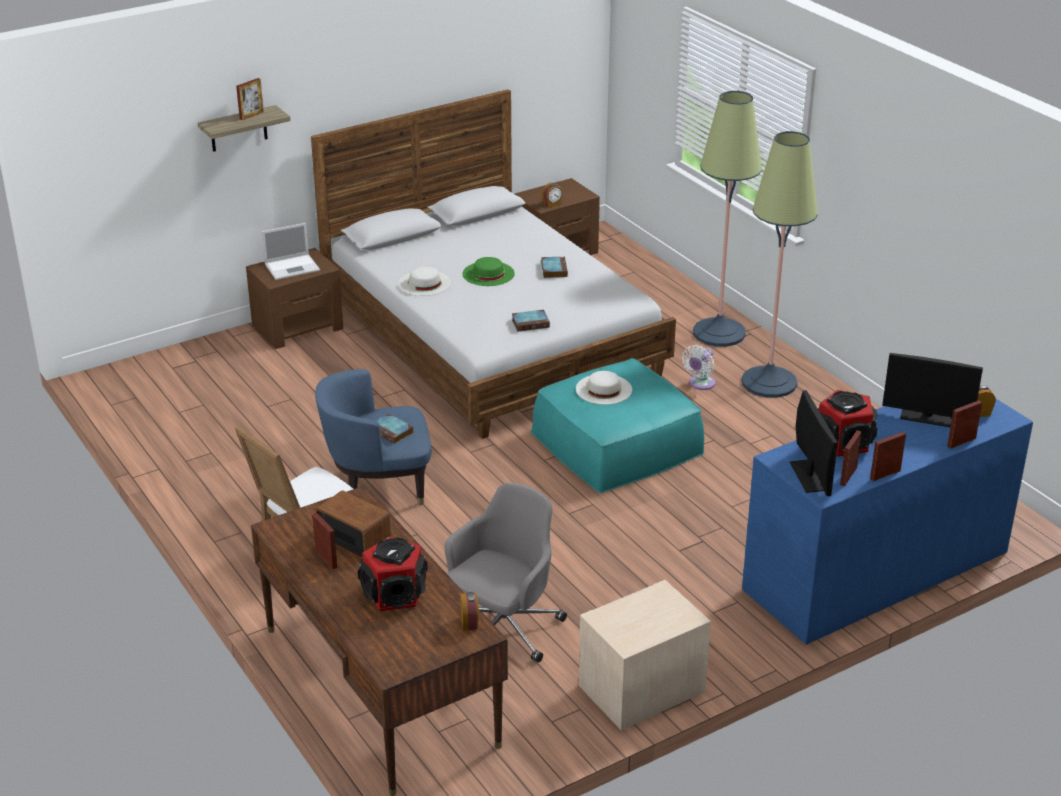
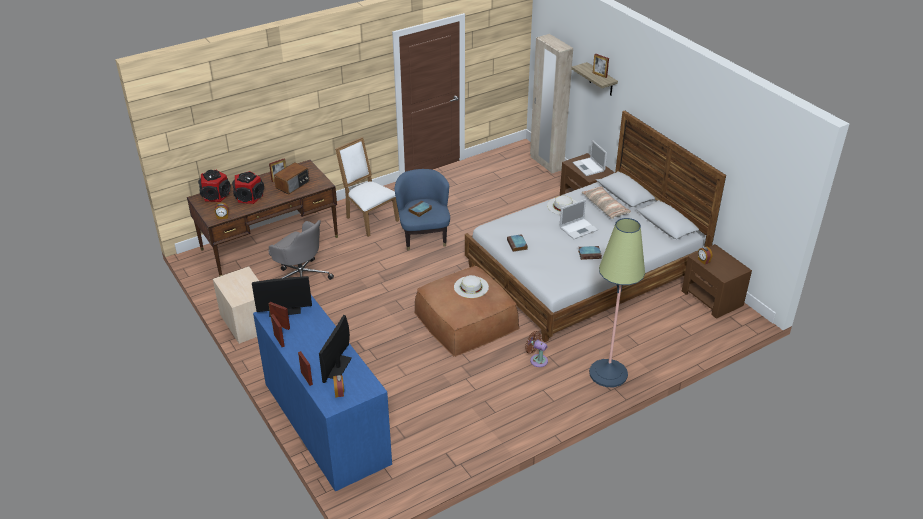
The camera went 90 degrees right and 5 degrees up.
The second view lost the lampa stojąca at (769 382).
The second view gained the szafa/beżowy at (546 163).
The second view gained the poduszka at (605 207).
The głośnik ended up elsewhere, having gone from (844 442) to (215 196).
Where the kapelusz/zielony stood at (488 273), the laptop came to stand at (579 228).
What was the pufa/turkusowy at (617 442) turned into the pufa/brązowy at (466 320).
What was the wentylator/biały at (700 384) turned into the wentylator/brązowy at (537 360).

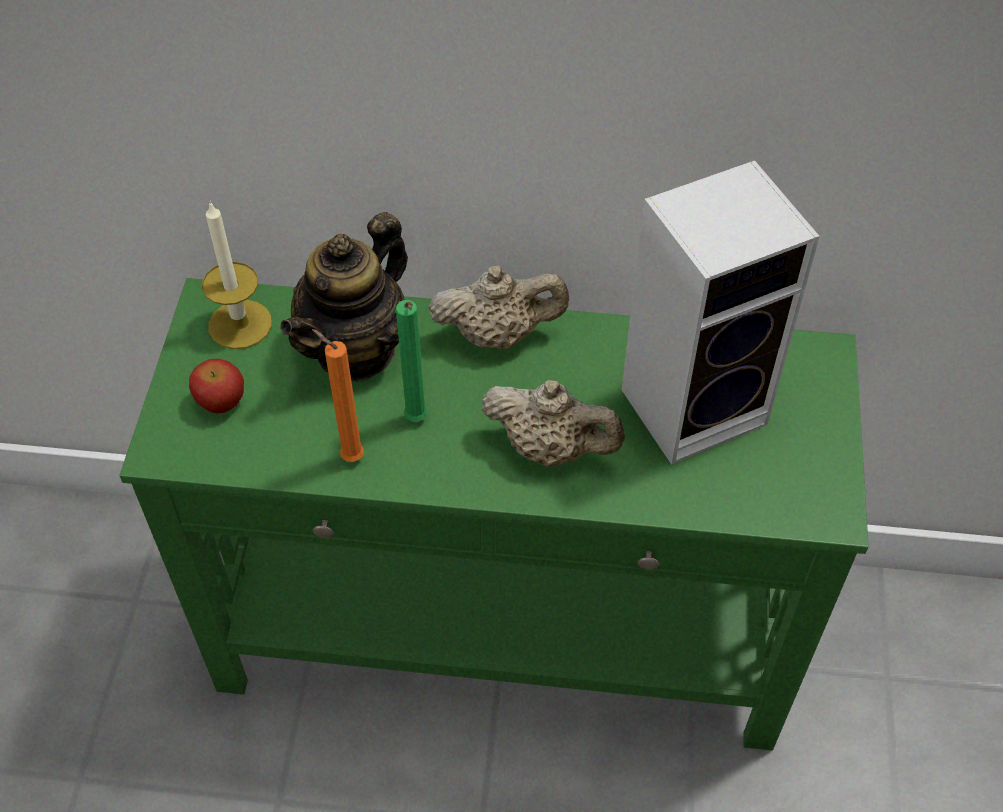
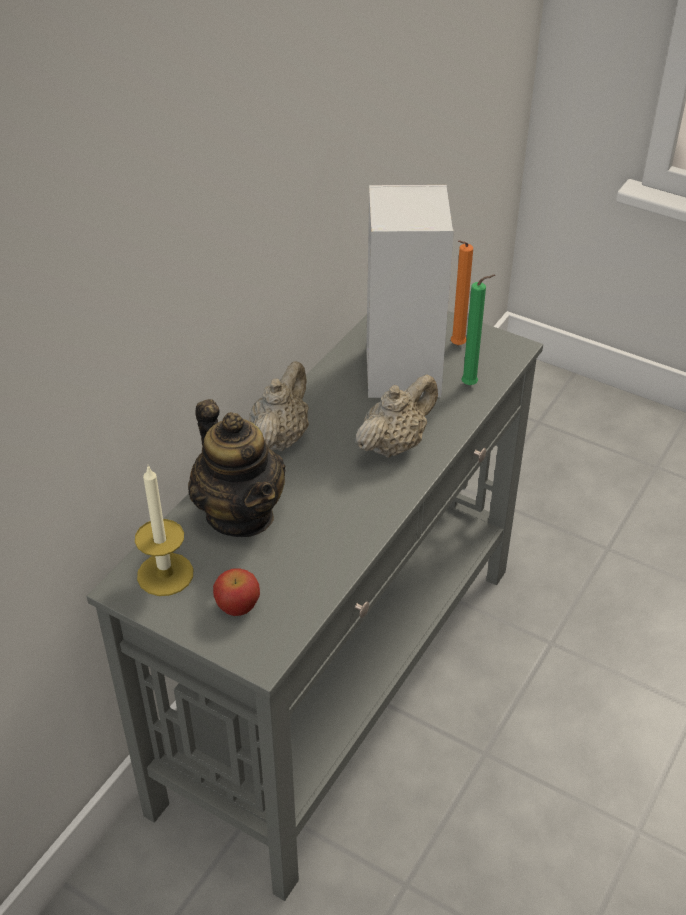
The camera went 65 degrees left and 10 degrees down.
The świeca/pomarańczowy ended up elsewhere, having gone from (349 456) to (456 346).
The świeca/zielony ended up elsewhere, having gone from (416 421) to (472 385).
What was the stolik konsolowy/zielony at (504 634) turned into the stolik konsolowy/szary at (343 682).

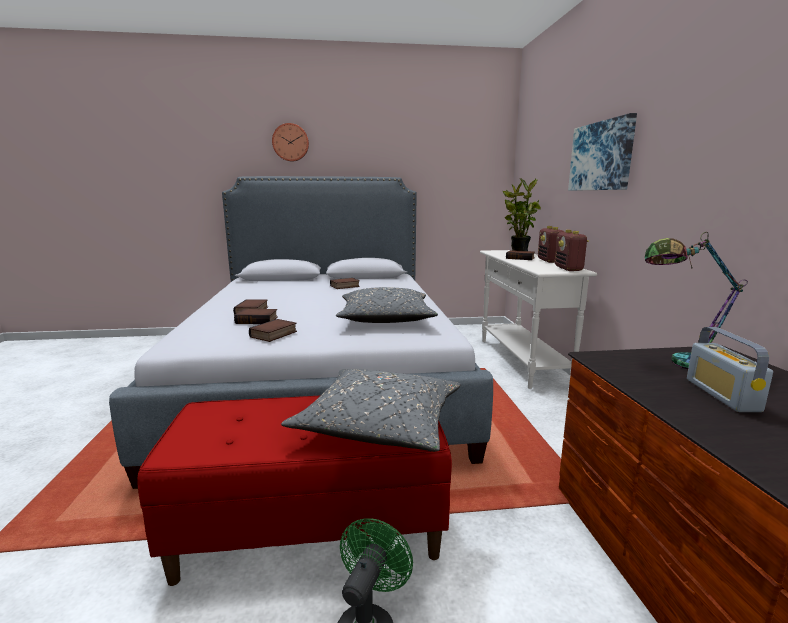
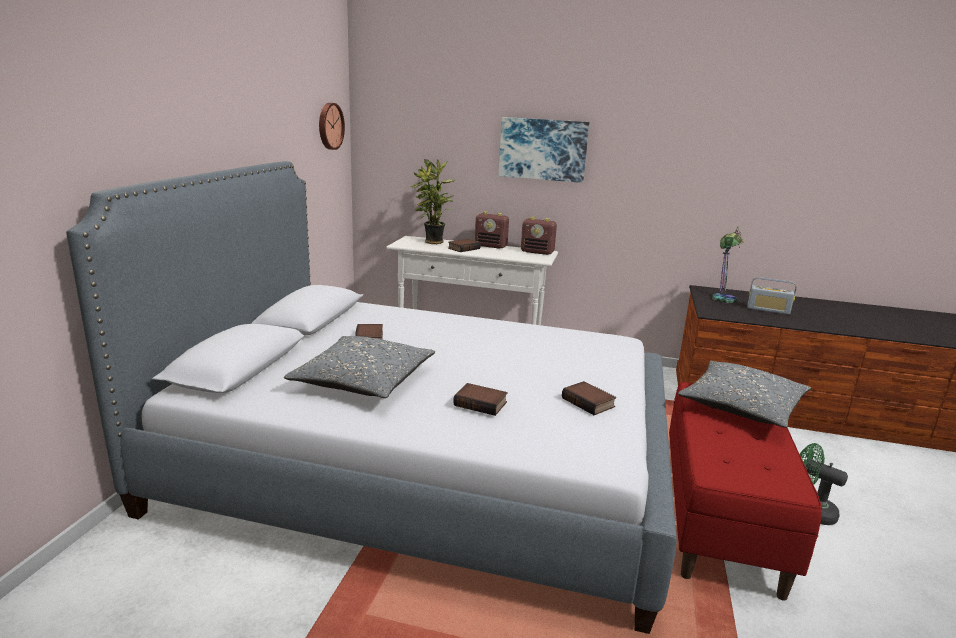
The camera went 70 degrees left and 5 degrees up.
The second view lost the książka at (257 320).
The zegar ścienny ended up elsewhere, having gone from (290 142) to (329 126).
The poduszka/szary ended up elsewhere, having gone from (385 319) to (363 381).

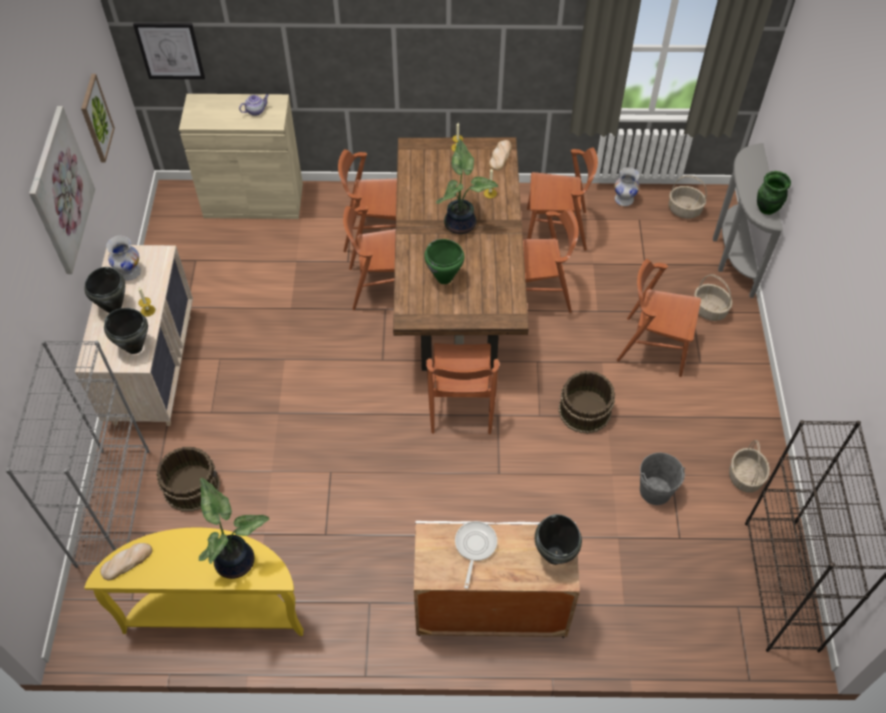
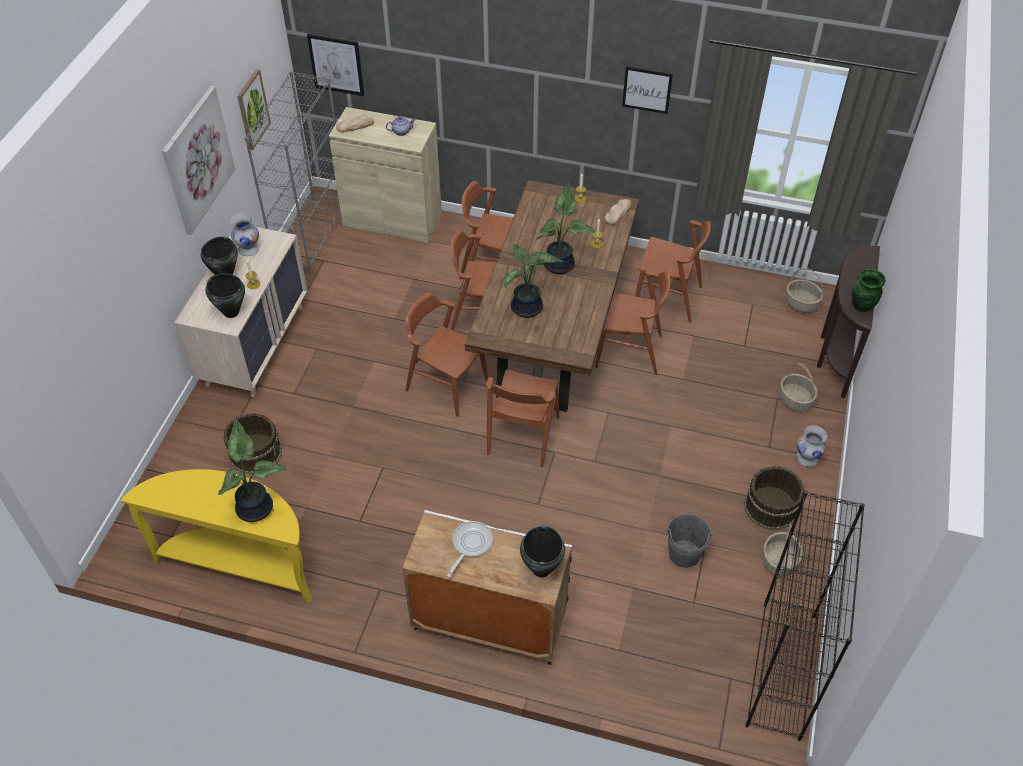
The camera went 15 degrees right and 5 degrees down.
The second view gained the obraz at (647 90).
The regał/szary ended up elsewhere, having gone from (113 506) to (311 233).
The chleb ended up elsewhere, having gone from (127 561) to (355 125).
The wiadro/brązowy ended up elsewhere, having gone from (584 410) to (770 506).
The wazon/biały ended up elsewhere, having gone from (623 199) to (806 458).
The krzesło/brązowy ended up elsewhere, having gone from (653 346) to (446 385).
Where the garnek/zielony stood at (444 278), the roślina doniczkowa came to stand at (527 309).
What was the stolik konsolowy/szary at (731 255) turned into the stolik konsolowy/brązowy at (834 355).

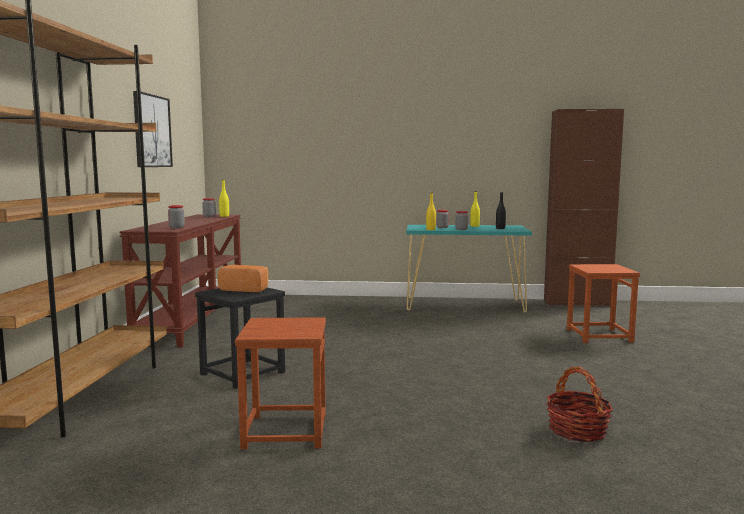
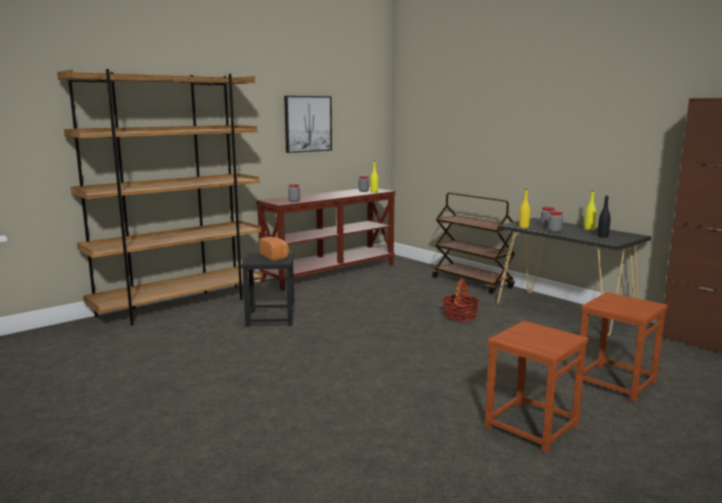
The camera went 45 degrees right and 5 degrees up.
The second view gained the wózek/brązowy at (472 282).
The stołek/brązowy ended up elsewhere, having gone from (284 431) to (531 426).
The koszyk ended up elsewhere, having gone from (577 430) to (460 316).
What was the stolik konsolowy/turkusowy at (465 305) turned into the stolik konsolowy/czarny at (565 312).

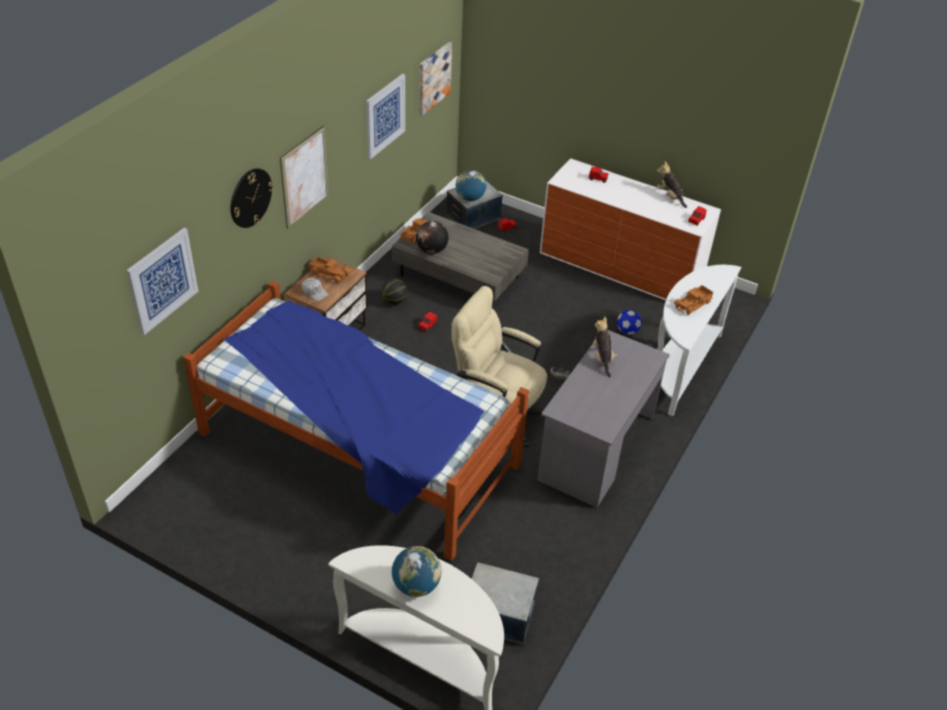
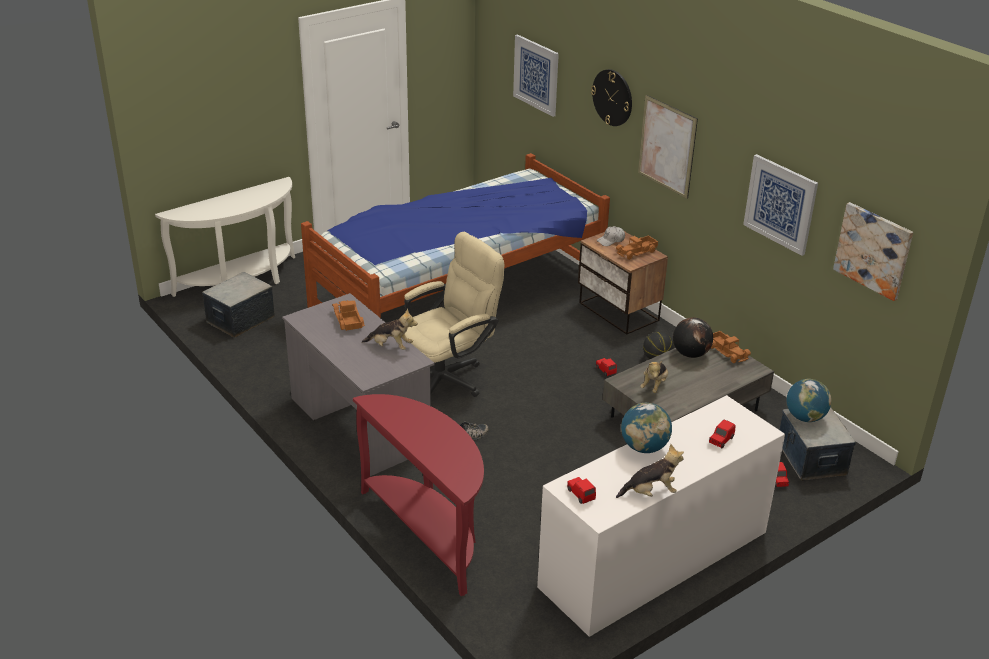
The camera went 115 degrees right and 10 degrees down.
The second view lost the piłka futbolowa at (627 331).
The second view gained the pluszak at (654 385).
The globus ended up elsewhere, having gone from (416 585) to (644 447).
The ciężarówka zabawkowa ended up elsewhere, having gone from (693 304) to (347 320).
What was the stolik konsolowy/biały at (680 368) turned into the stolik konsolowy/czerwony at (429 532).

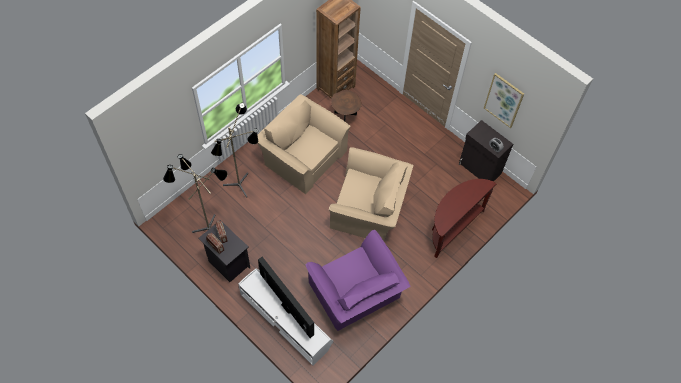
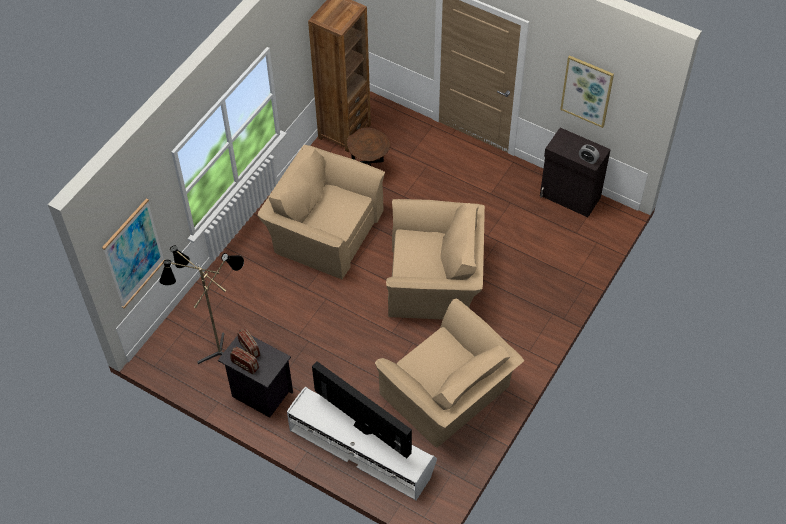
The camera went 10 degrees left and 5 degrees down.
The second view lost the lampa stojąca at (242 186).
The second view lost the stolik konsolowy/brązowy at (452 227).
The second view gained the obraz at (134 254).
What was the fotel/fioletowy at (356 294) turned into the fotel/beżowy at (449 395).

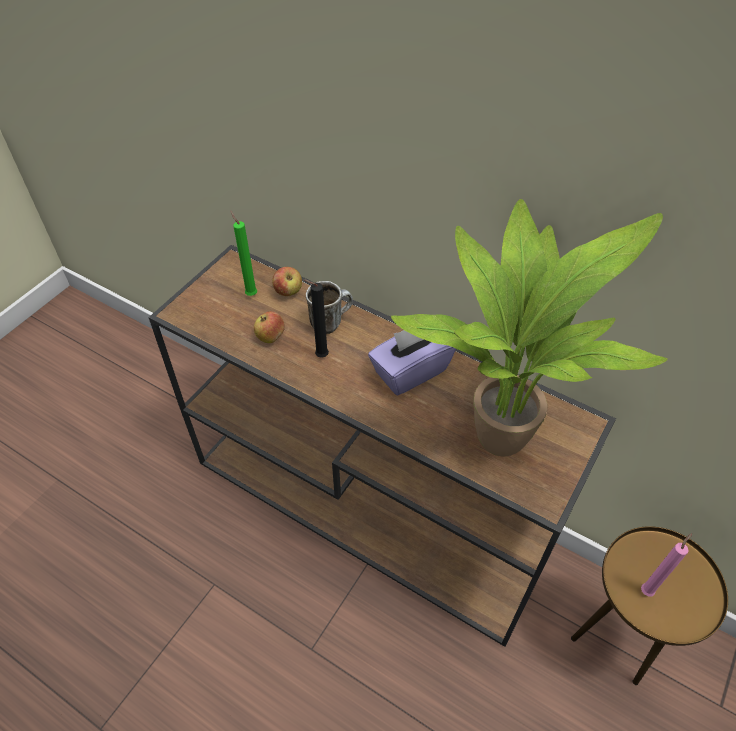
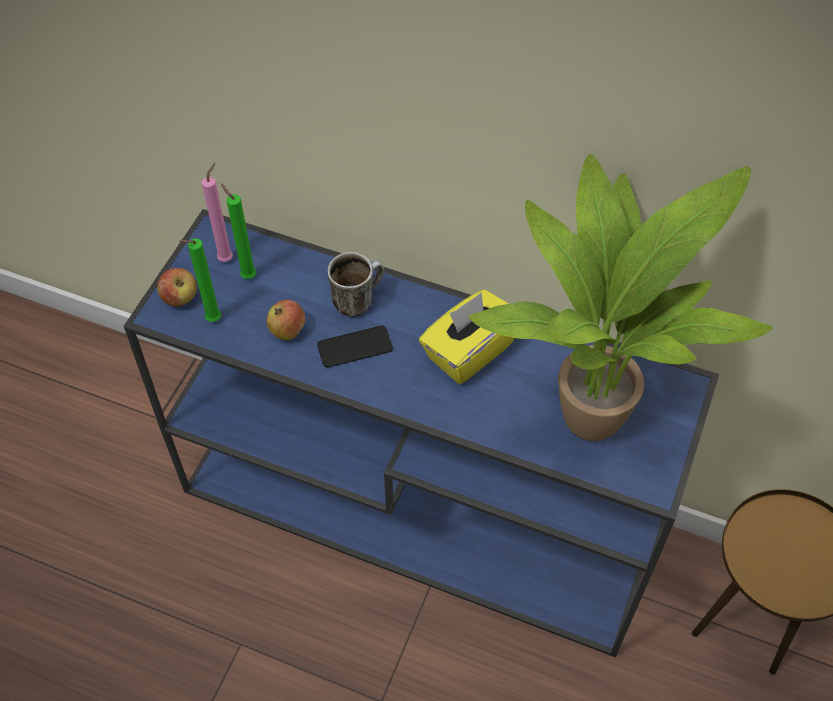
The camera went 10 degrees left and 5 degrees up.
The second view gained the świeca/zielony at (211 320).
The jabłko ended up elsewhere, having gone from (288 291) to (180 298).
The świeca/różowy ended up elsewhere, having gone from (647 590) to (227 258).
Where the świeca/czarny stood at (319 356), the telefon came to stand at (355 347).
What was the stolik konsolowy/brązowy at (371 507) turned into the stolik konsolowy/niebieski at (421 513).
What was the pudełko chusteczek/fioletowy at (410 371) turned into the pudełko chusteczek/żółty at (469 351).

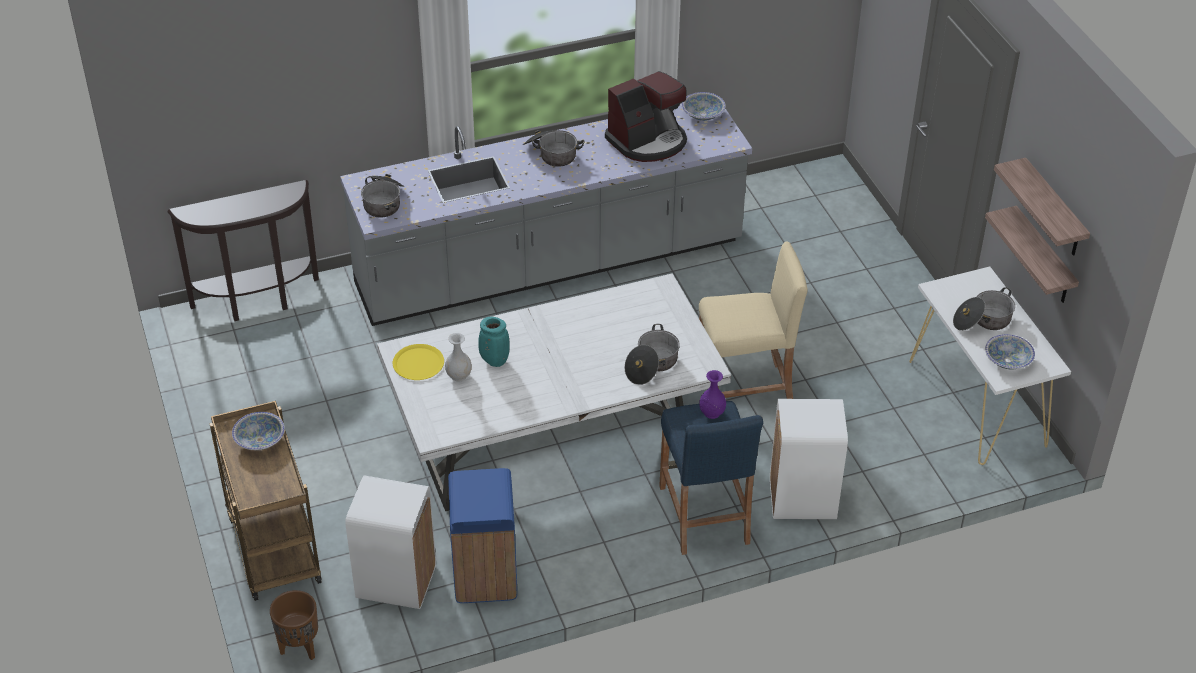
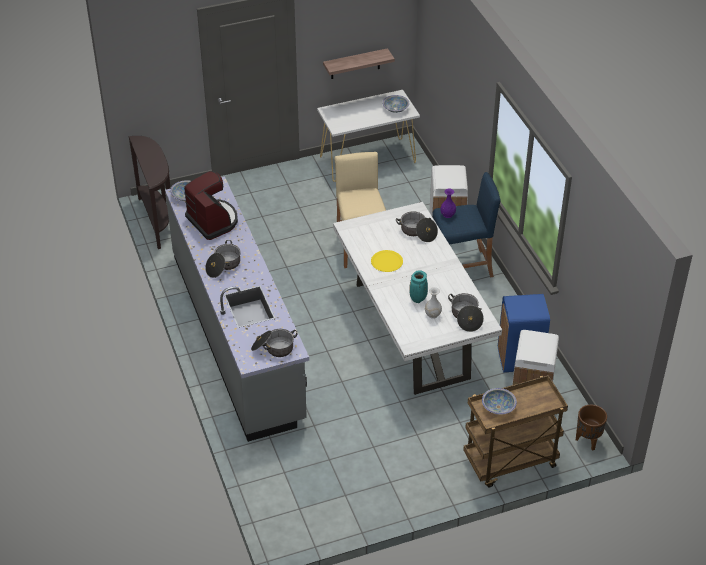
The camera went 90 degrees left and 0 degrees up.
The second view lost the półka at (1053 210).
The stolik konsolowy/brązowy ended up elsewhere, having gone from (258 302) to (158 220).
The talerz/żółty ended up elsewhere, having gone from (418 363) to (387 262).
The garnek ended up elsewhere, having gone from (982 321) to (465 317).

